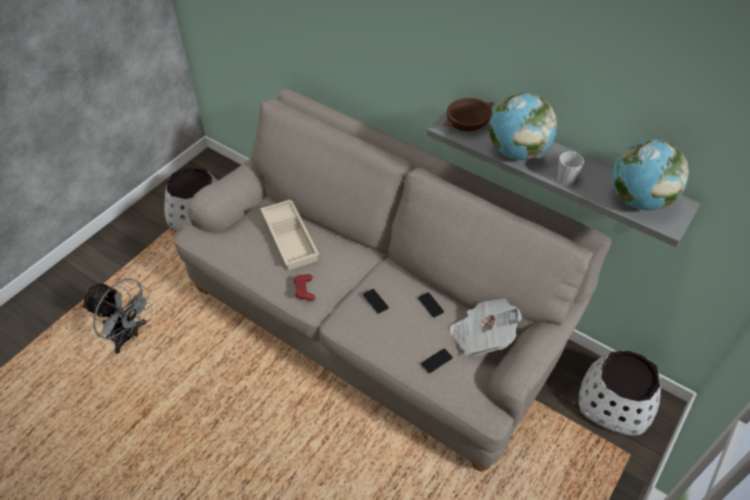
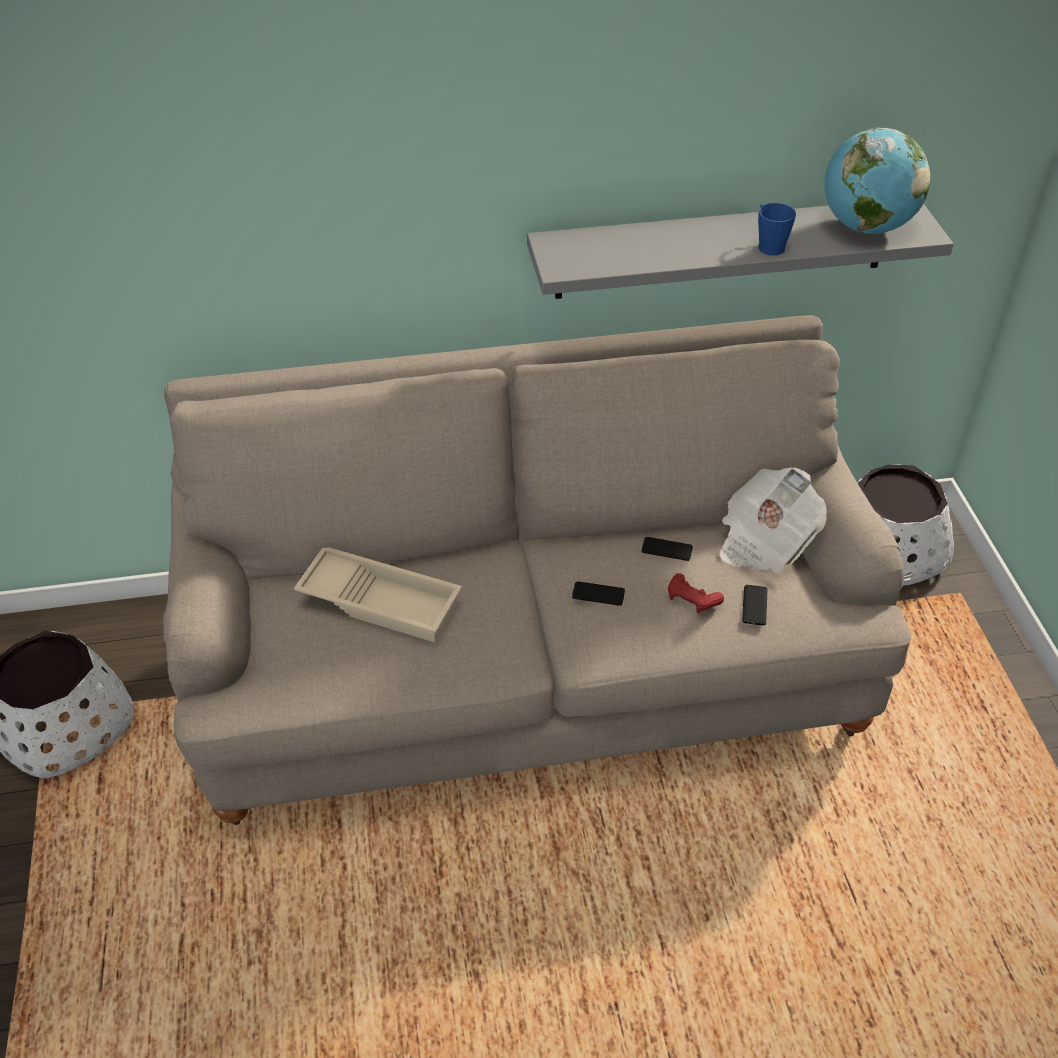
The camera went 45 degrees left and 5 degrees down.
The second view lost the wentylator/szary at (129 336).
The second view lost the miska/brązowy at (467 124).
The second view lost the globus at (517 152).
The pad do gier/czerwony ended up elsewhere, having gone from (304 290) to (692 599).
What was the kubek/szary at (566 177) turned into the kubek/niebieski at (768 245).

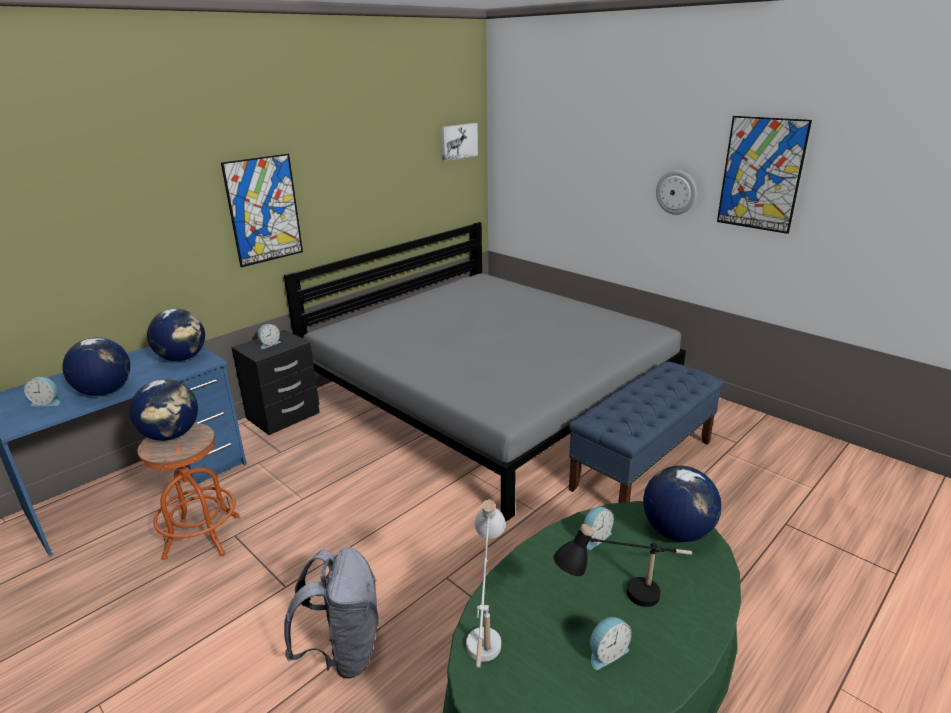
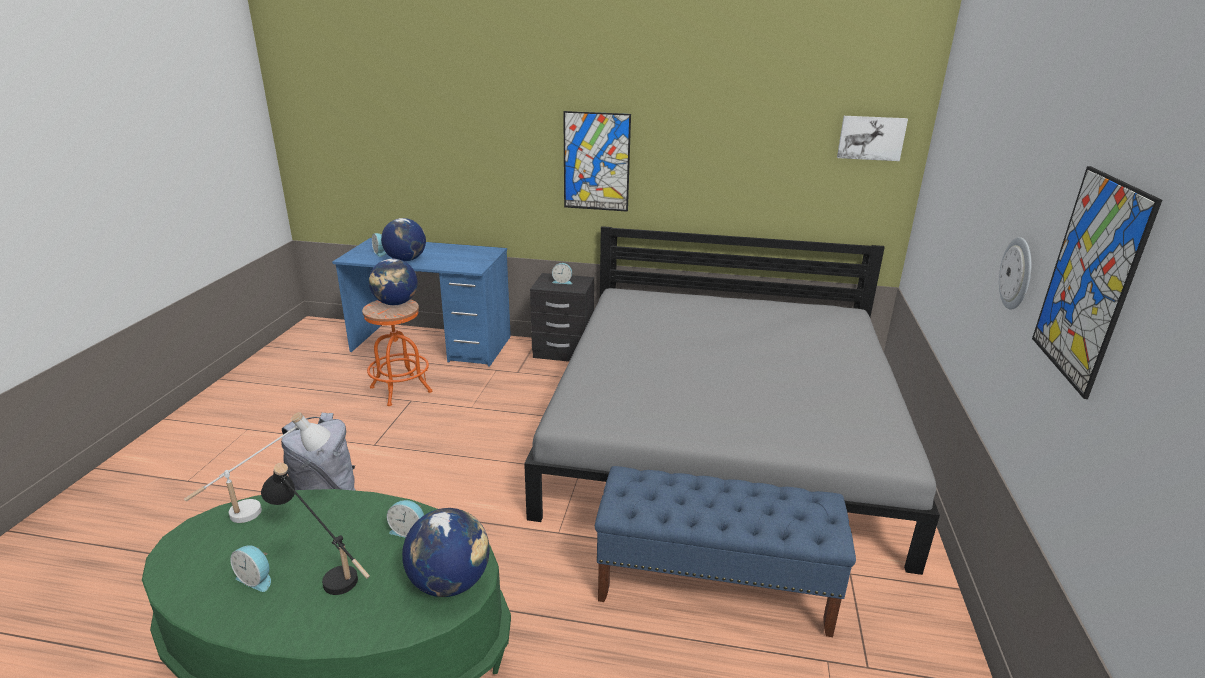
The camera went 55 degrees right and 0 degrees up.
The second view lost the globus at (182 358).

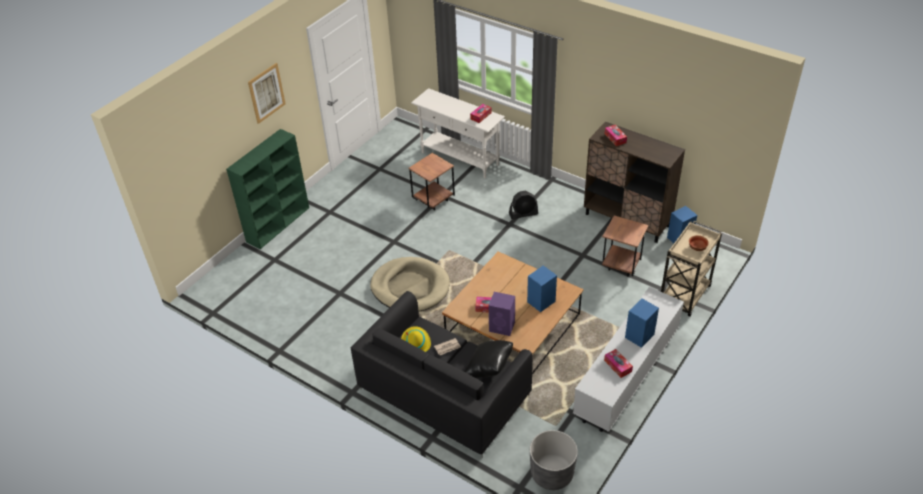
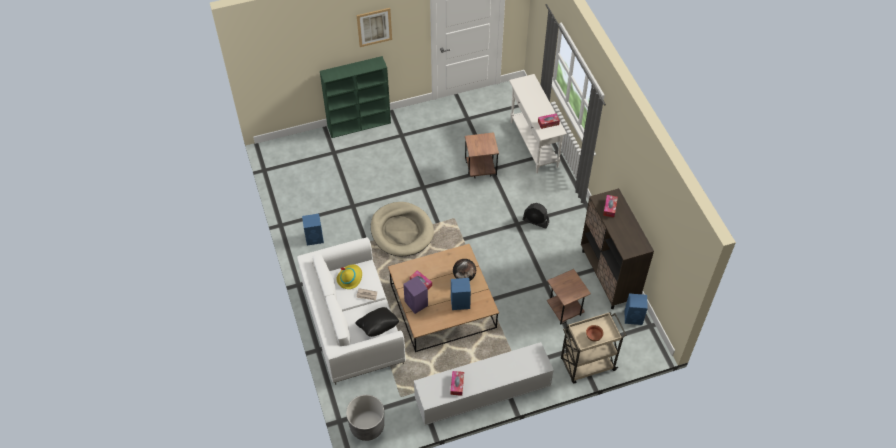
The camera went 35 degrees right and 10 degrees up.
The second view gained the globus at (464 277).
The głośnik/niebieski ended up elsewhere, having gone from (640 335) to (315 238).
What was the kanapa/czarny at (443 393) turned into the kanapa/biały at (352 324).

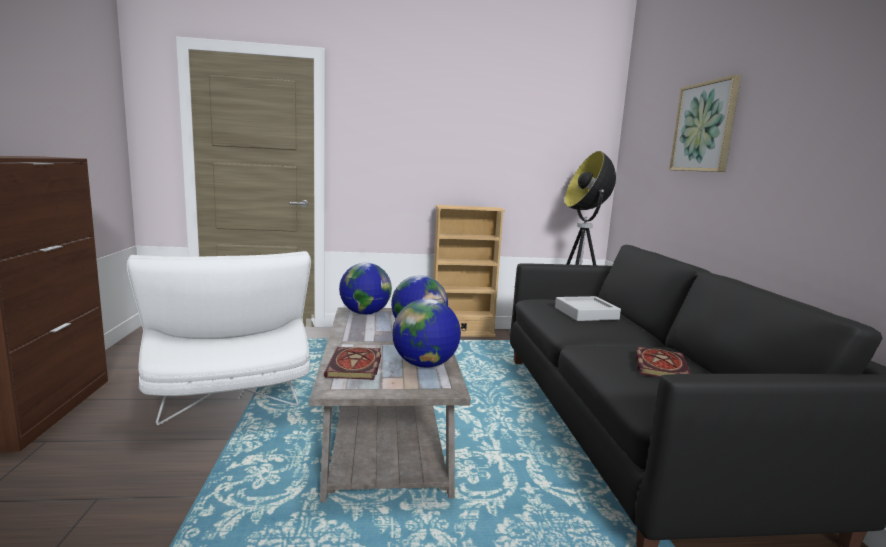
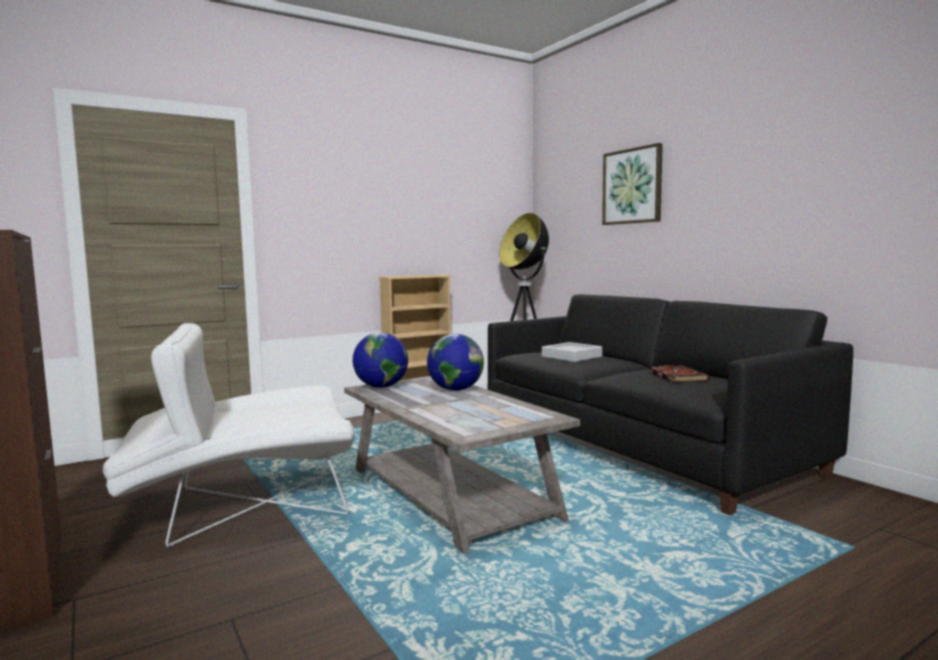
The camera went 25 degrees left and 5 degrees down.
The second view lost the książka at (355 367).
The second view lost the globus at (425 365).
The fotel/biały at (229 392) ended up facing another way, 120 degrees clockwise from before.

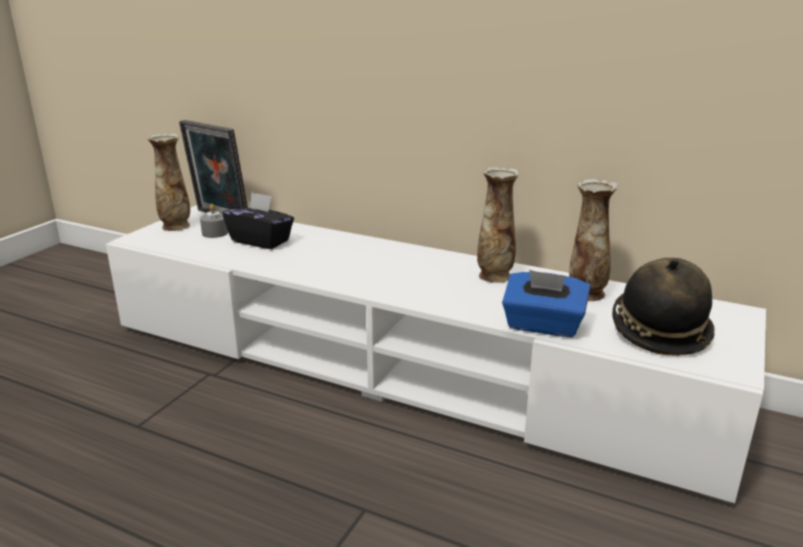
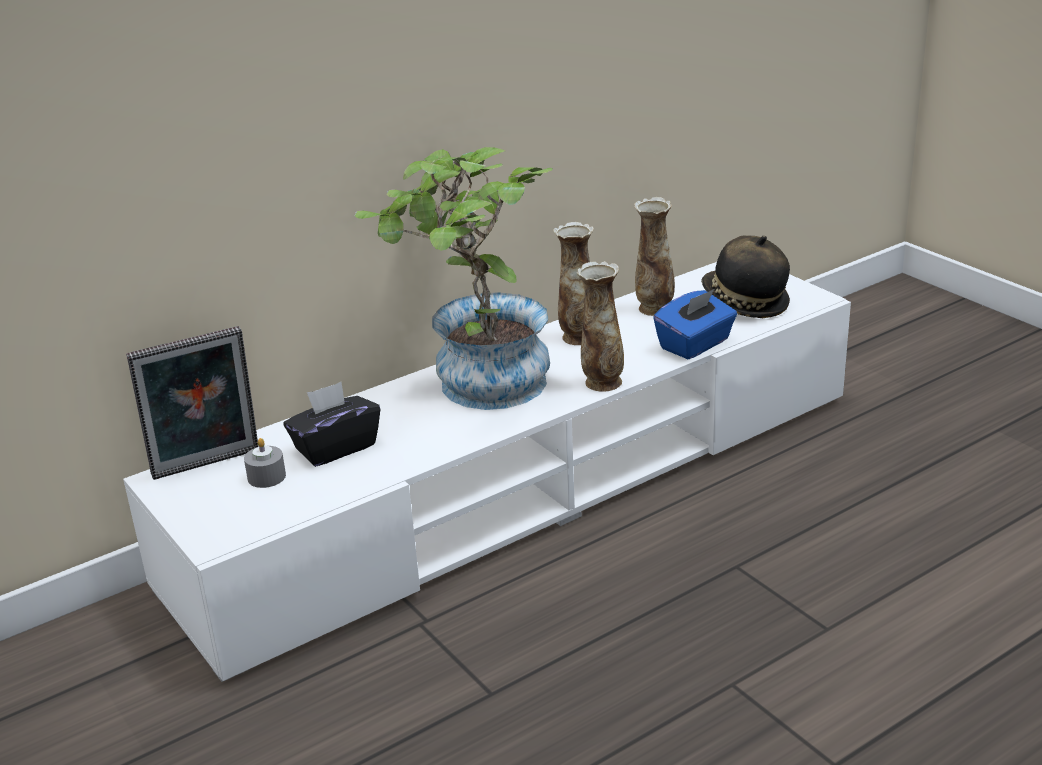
The camera went 60 degrees left and 5 degrees up.
The second view gained the roślina doniczkowa at (477 387).
The wazon ended up elsewhere, having gone from (176 226) to (602 382).

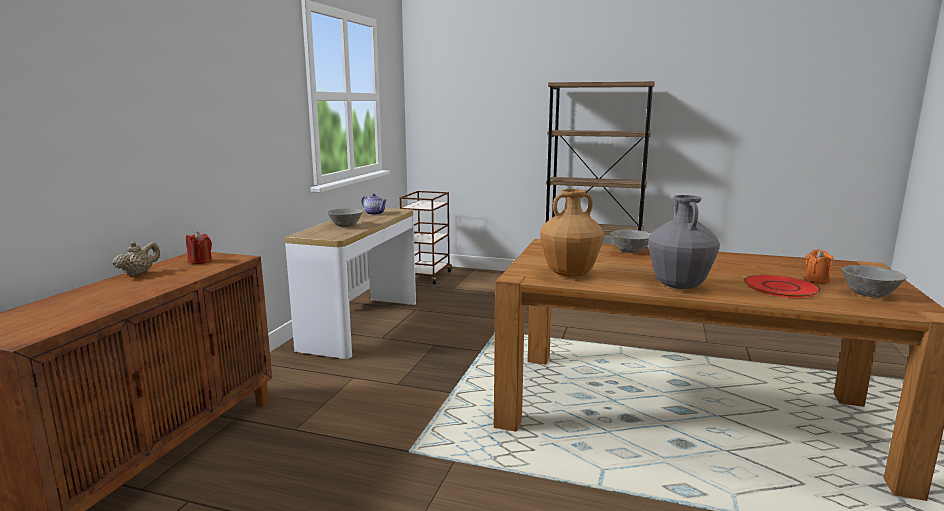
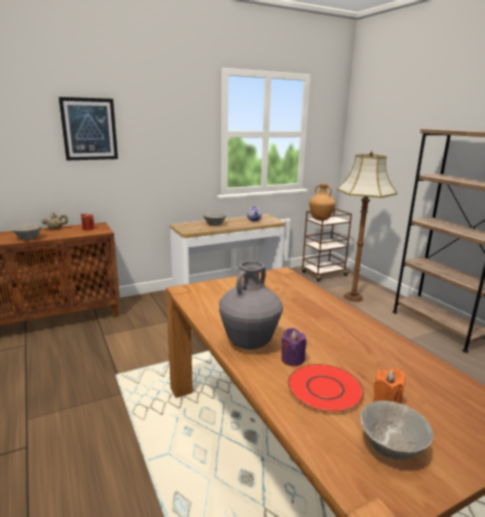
The camera went 45 degrees right and 5 degrees up.
The second view gained the obraz at (89 129).
The second view gained the świeca/fioletowy at (292 359).
The second view gained the lampa stojąca at (353 297).
The wazon/brązowy ended up elsewhere, having gone from (569 274) to (320 219).
The miska/szary ended up elsewhere, having gone from (631 251) to (28 238).

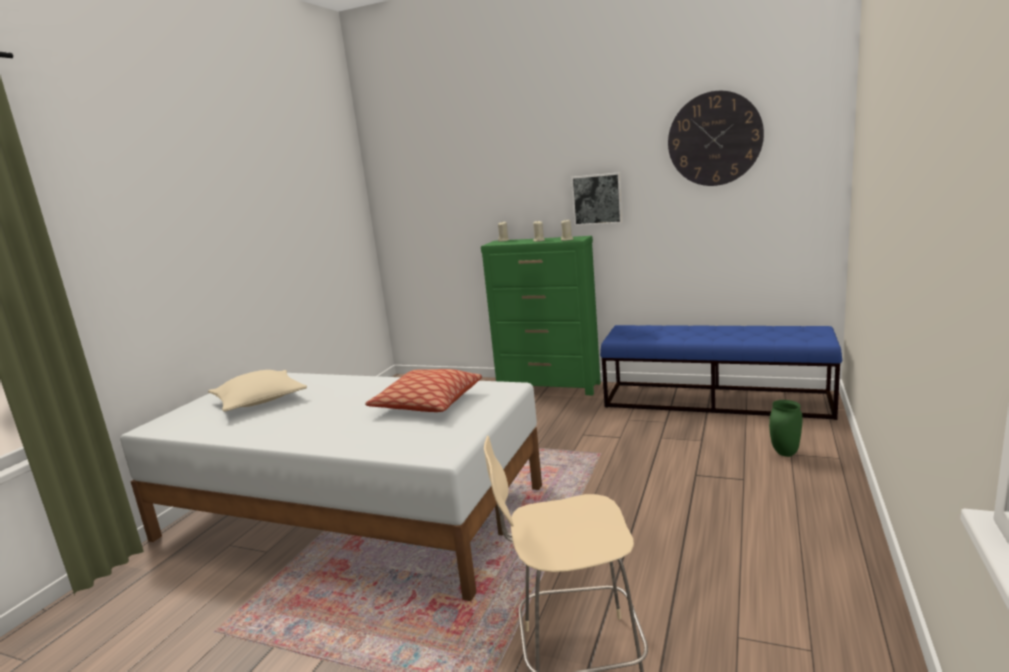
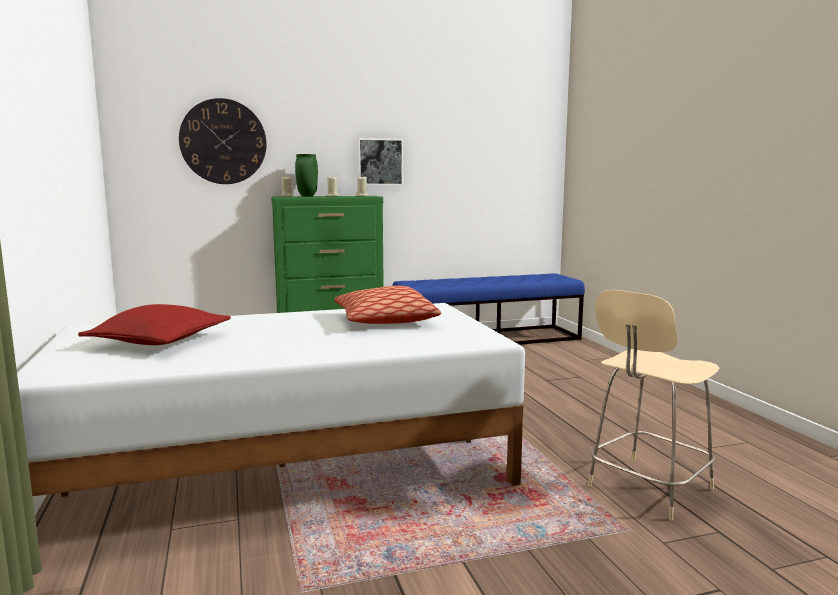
The camera went 40 degrees left and 5 degrees down.
The zegar ścienny ended up elsewhere, having gone from (714 139) to (223 141).
The wazon/zielony ended up elsewhere, having gone from (785 454) to (308 196).
What was the poduszka/beżowy at (259 400) turned into the poduszka/czerwony at (159 341).

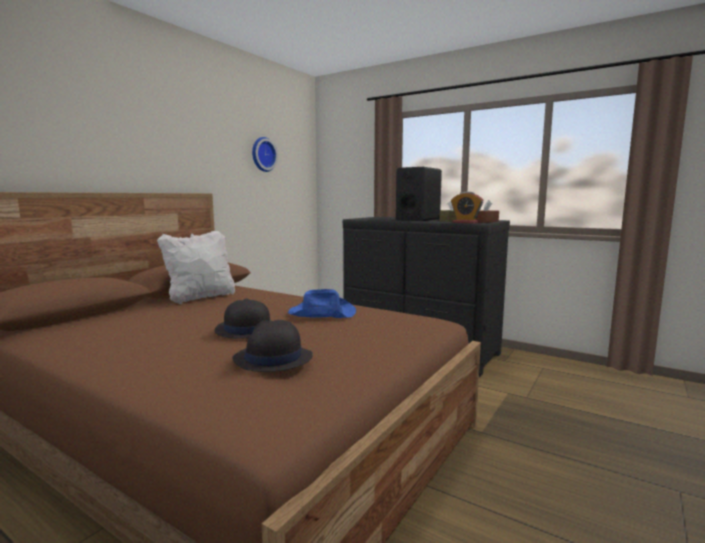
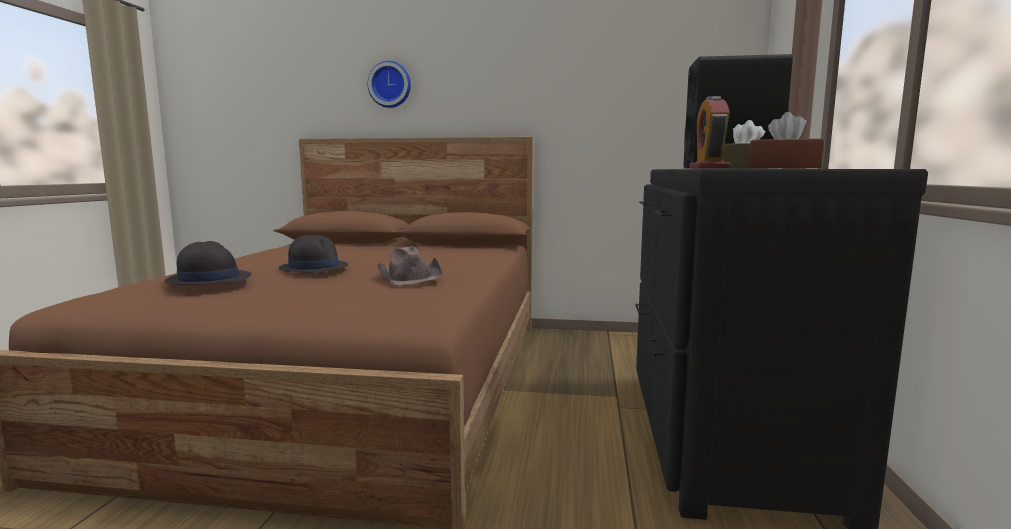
The camera went 65 degrees right and 0 degrees up.
The second view lost the poduszka/biały at (201 298).
The zegar ścienny ended up elsewhere, having gone from (262 154) to (390 85).
What was the kapelusz/niebieski at (321 313) turned into the kapelusz/brązowy at (410 277).

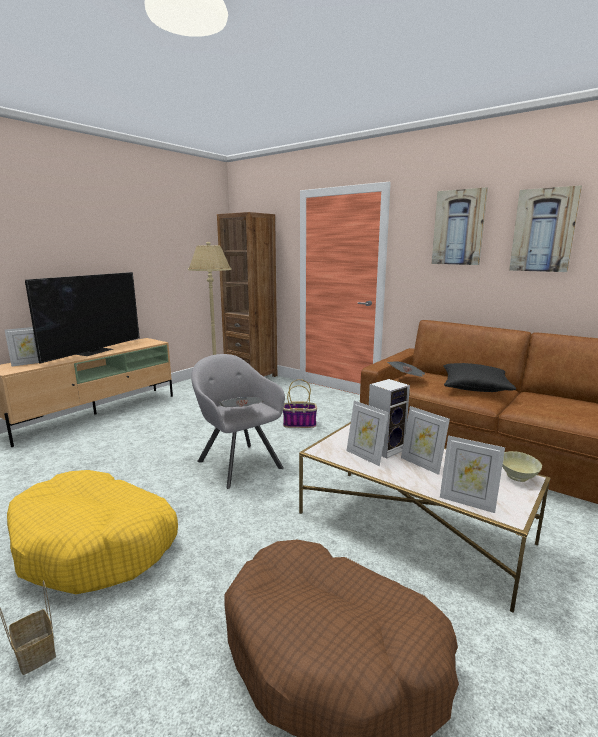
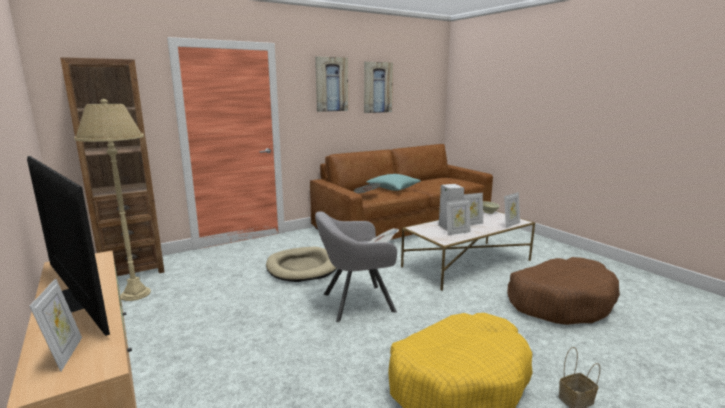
The camera went 70 degrees left and 0 degrees up.
Where the koszyk stood at (300 424), the legowisko/beżowy came to stand at (302 267).
What was the poduszka/czarny at (475 388) turned into the poduszka/turkusowy at (393 189).

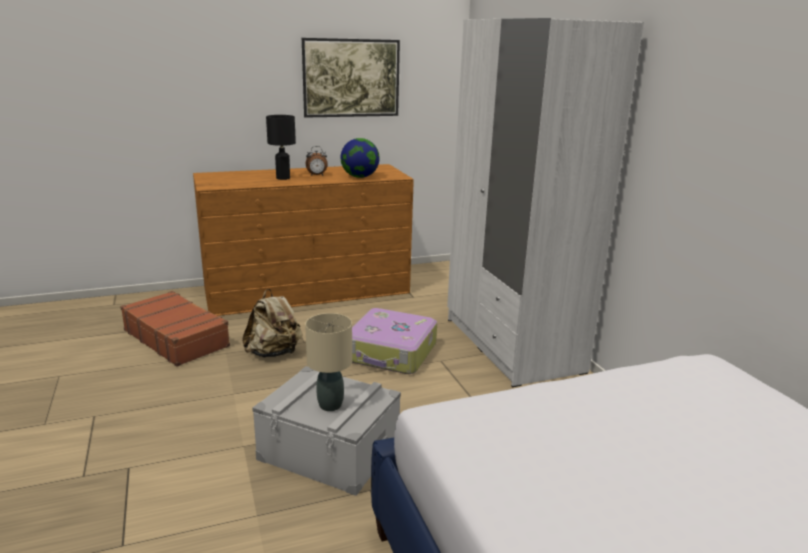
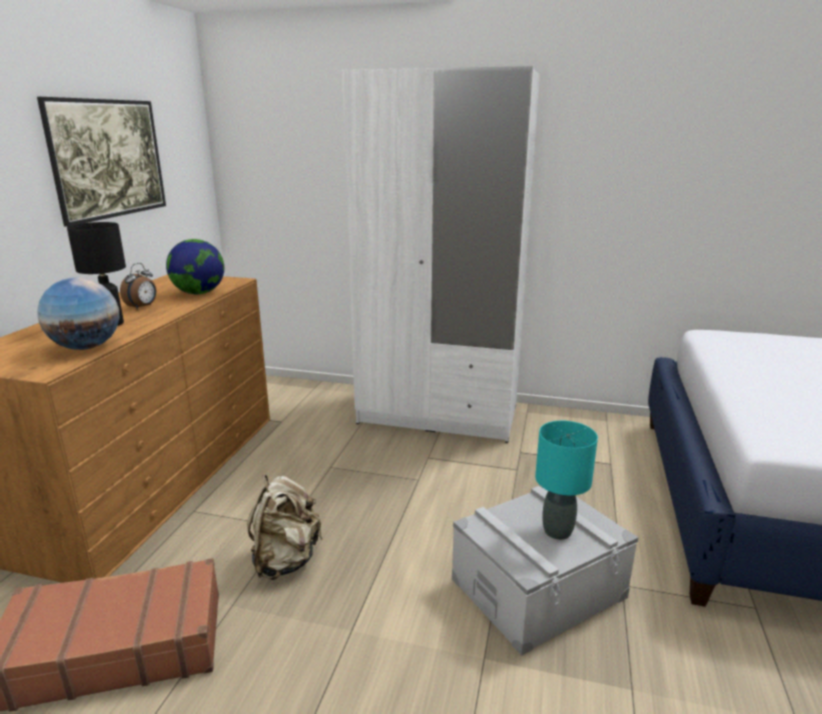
The camera went 55 degrees left and 0 degrees up.
The second view lost the walizka at (391 353).
The second view gained the globus at (86 347).
What was the lampa stołowa/beżowy at (330 405) turned into the lampa stołowa/turkusowy at (558 531).

